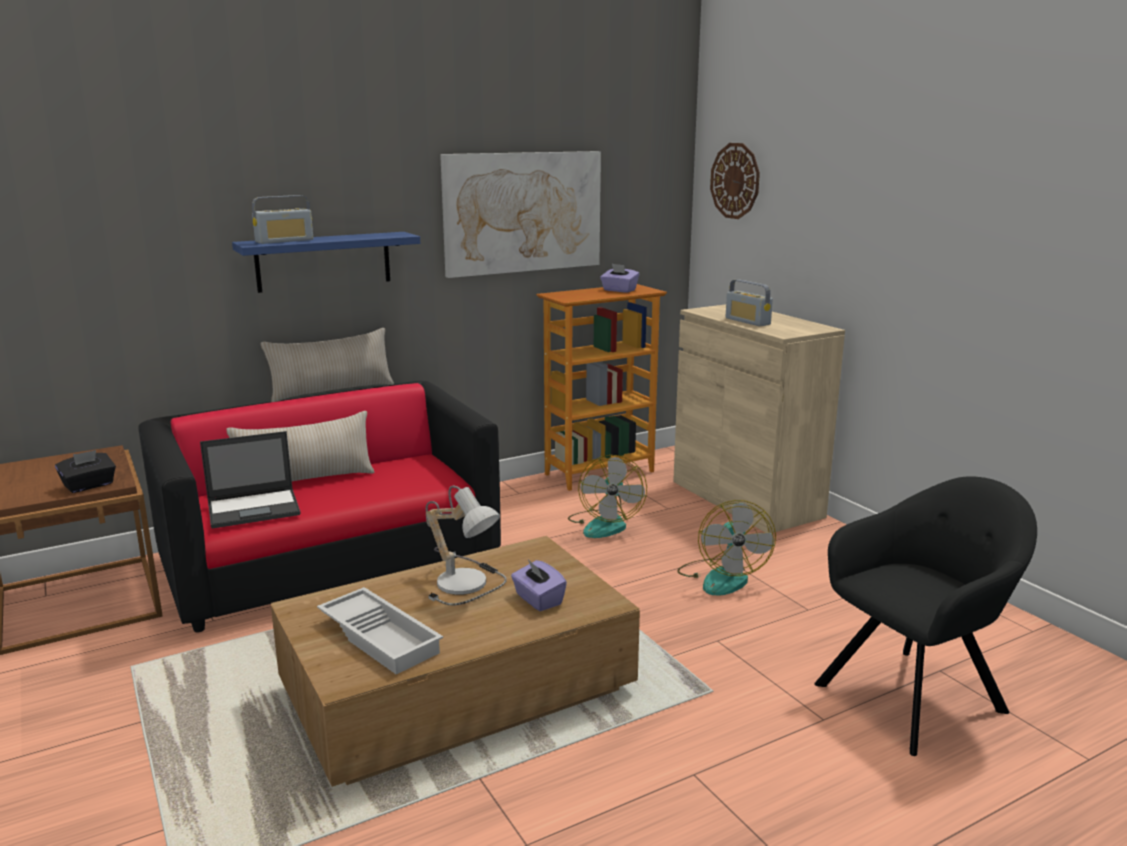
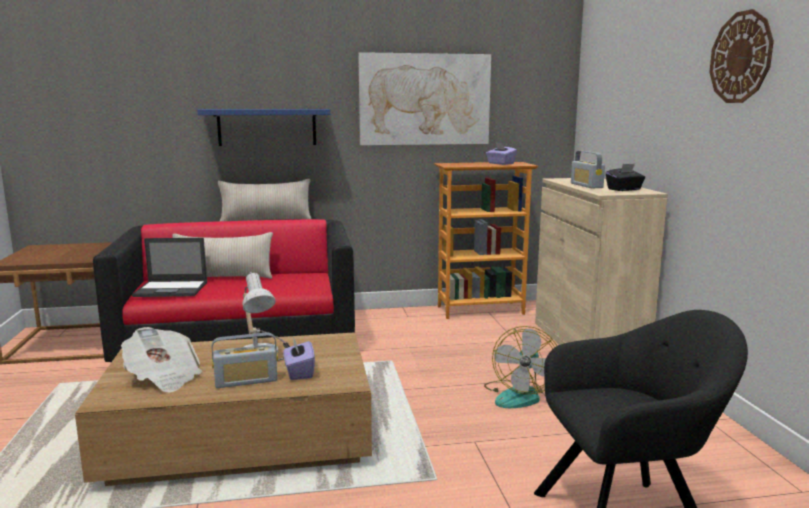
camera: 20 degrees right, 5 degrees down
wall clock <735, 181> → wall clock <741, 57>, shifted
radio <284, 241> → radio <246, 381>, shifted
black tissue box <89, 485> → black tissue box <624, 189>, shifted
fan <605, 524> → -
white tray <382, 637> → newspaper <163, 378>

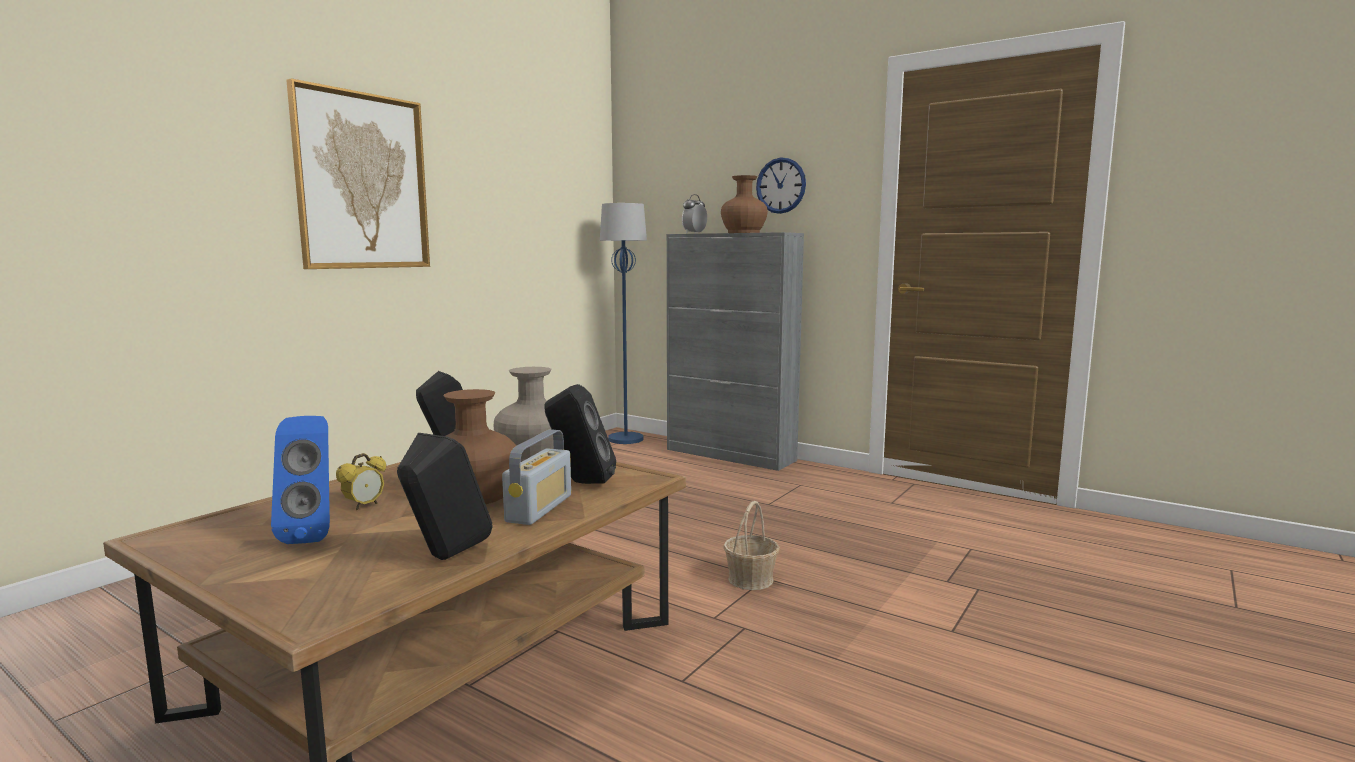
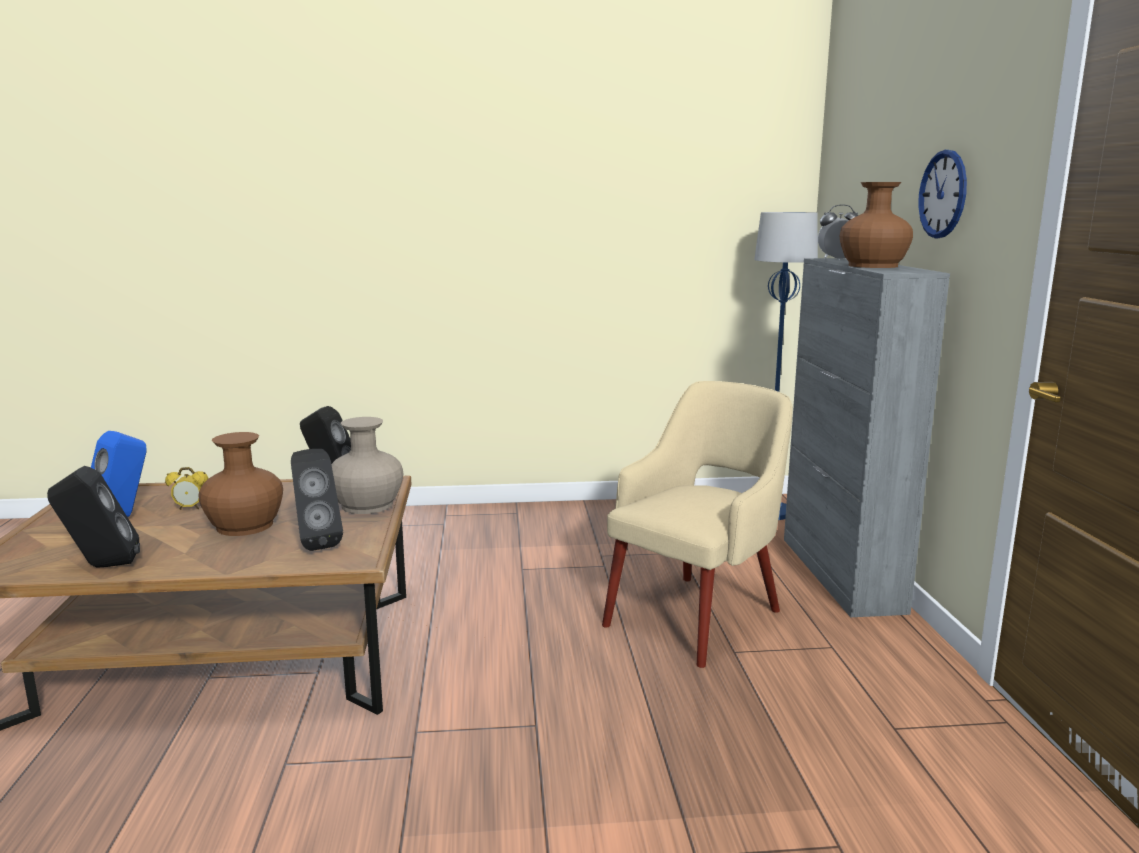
camera: 50 degrees right, 5 degrees up
picture <362, 182> → -
radio <539, 508> → -
basket <751, 579> → -
- → beige armchair <697, 616>

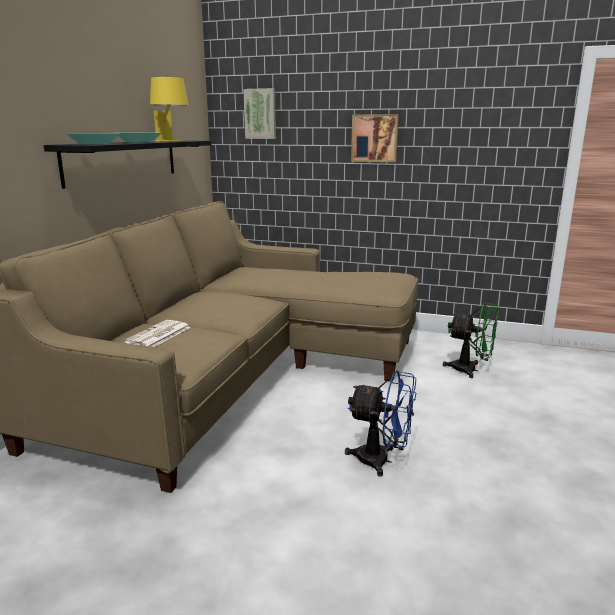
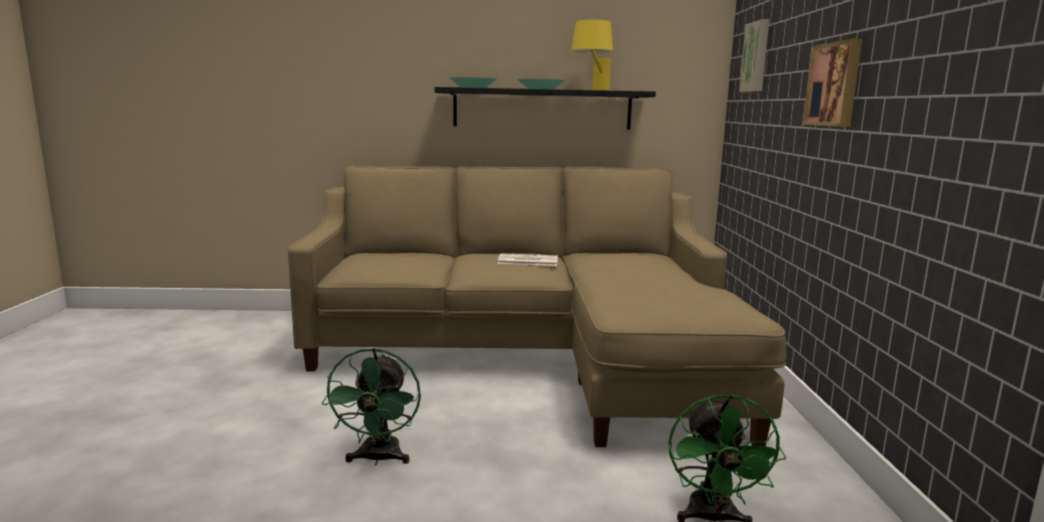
camera: 70 degrees right, 5 degrees down
newspaper <158, 335> → newspaper <527, 261>, shifted
blue fan <381, 460> → green fan <378, 459>

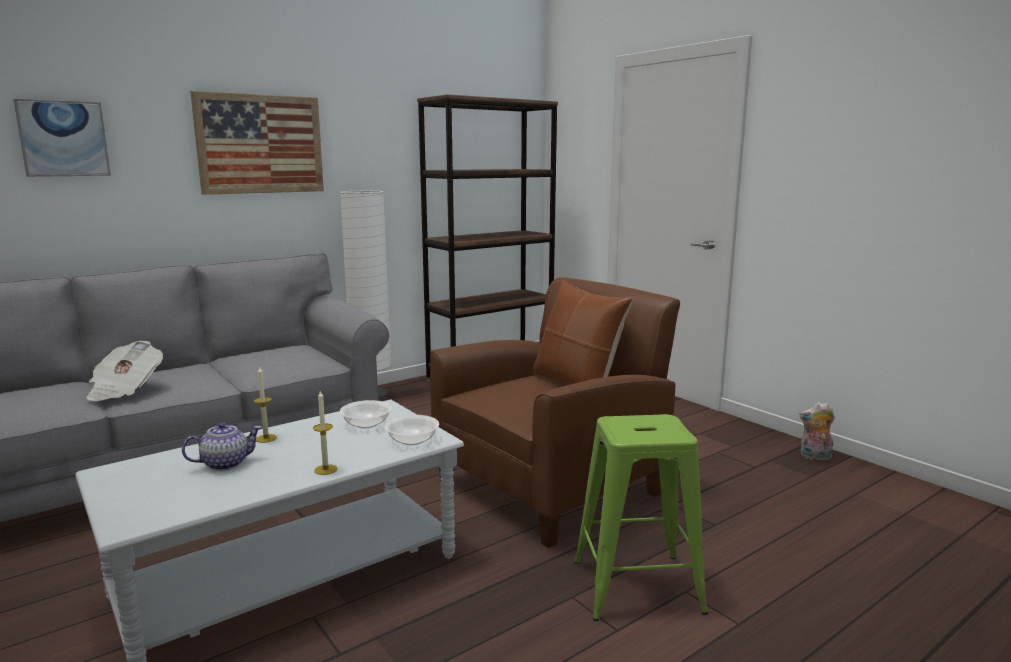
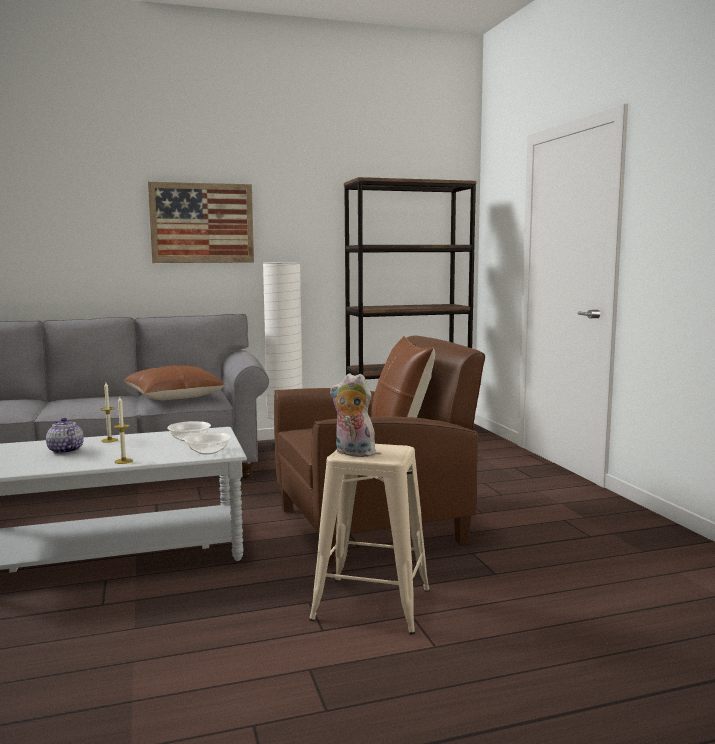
camera: 20 degrees right, 5 degrees down
picture <63, 139> → -
newspaper <125, 389> → -
plush toy <815, 457> → plush toy <352, 453>, shifted
green stool <635, 586> → beige stool <370, 604>
teapot <225, 463> → teapot <65, 451>, 120 degrees counterclockwise
- → brown pillow <174, 397>

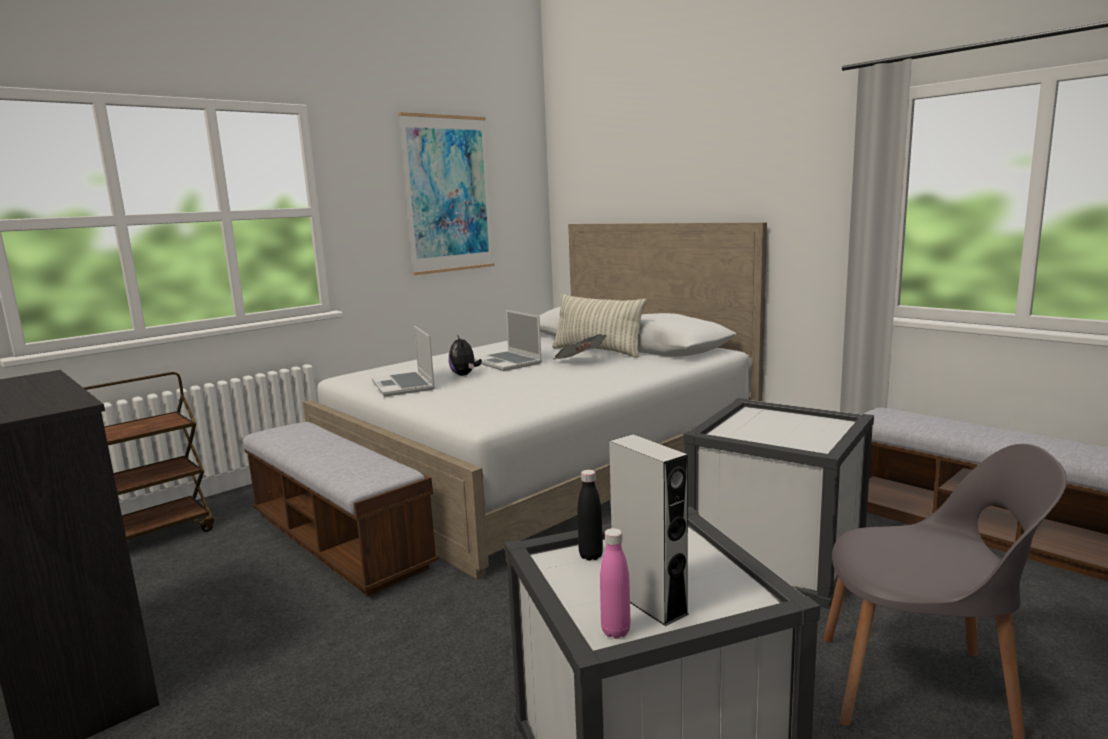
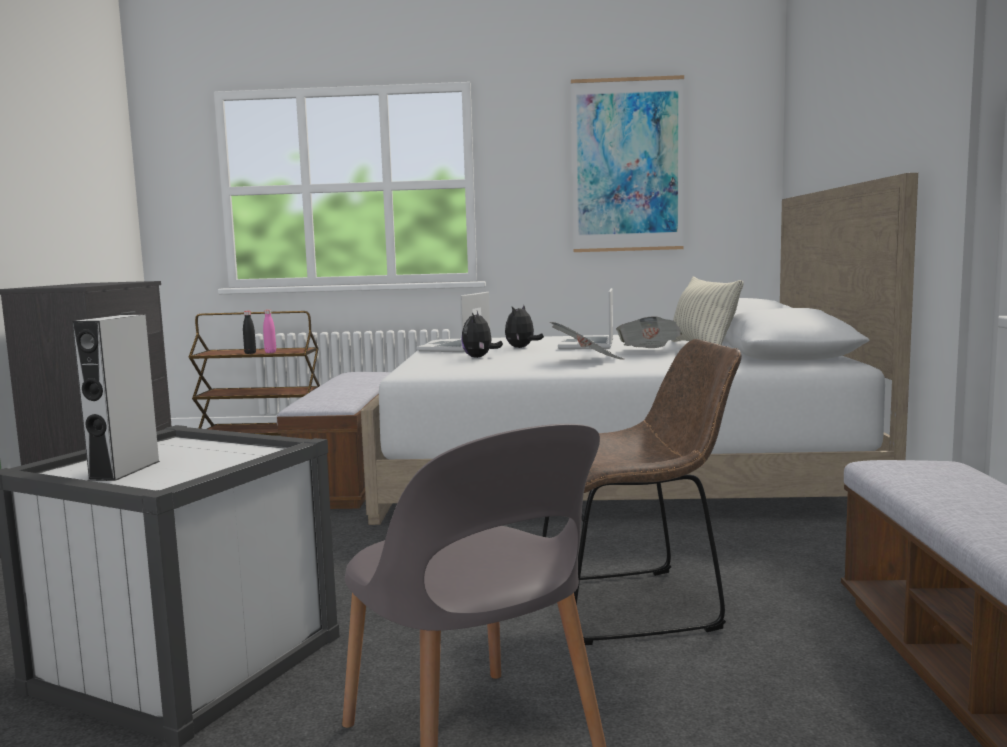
camera: 45 degrees right, 5 degrees down
white storage box <777, 555> → brown chair <636, 605>
black bottle <590, 555> → black bottle <250, 353>, shifted
pink bottle <615, 631> → pink bottle <270, 352>, shifted
- → plush toy <479, 357>
- → newspaper <587, 361>

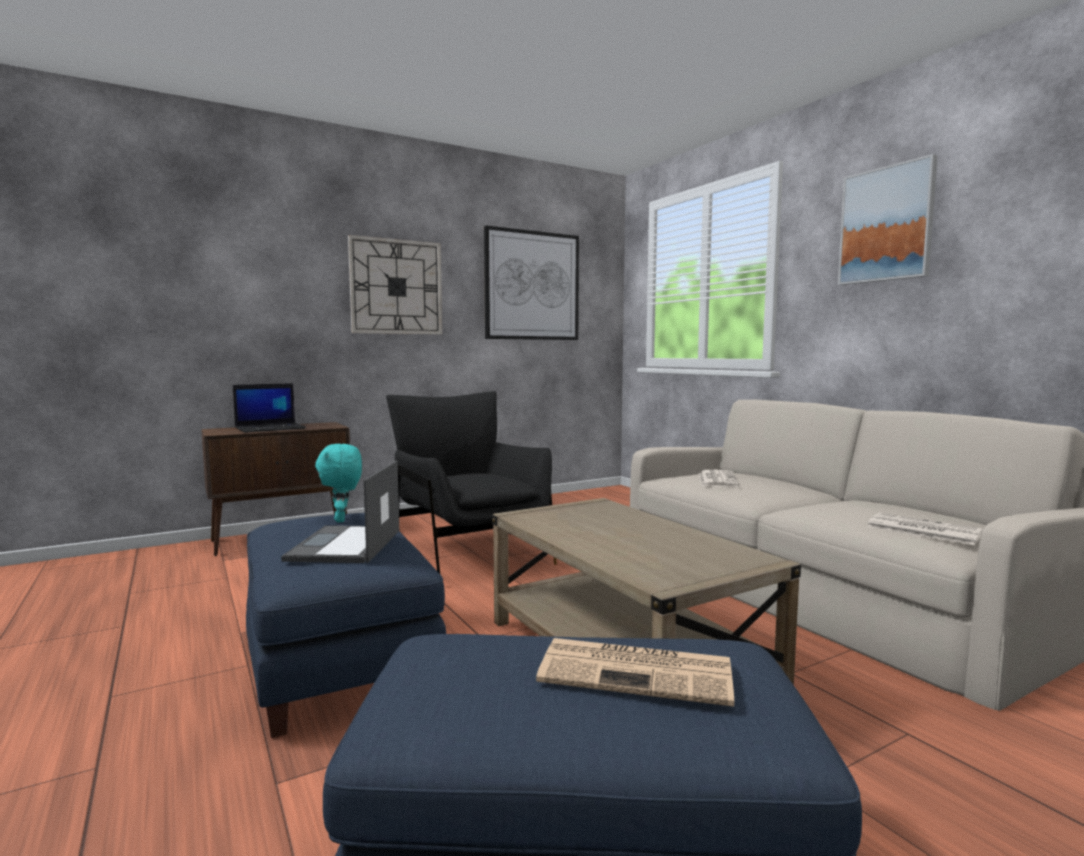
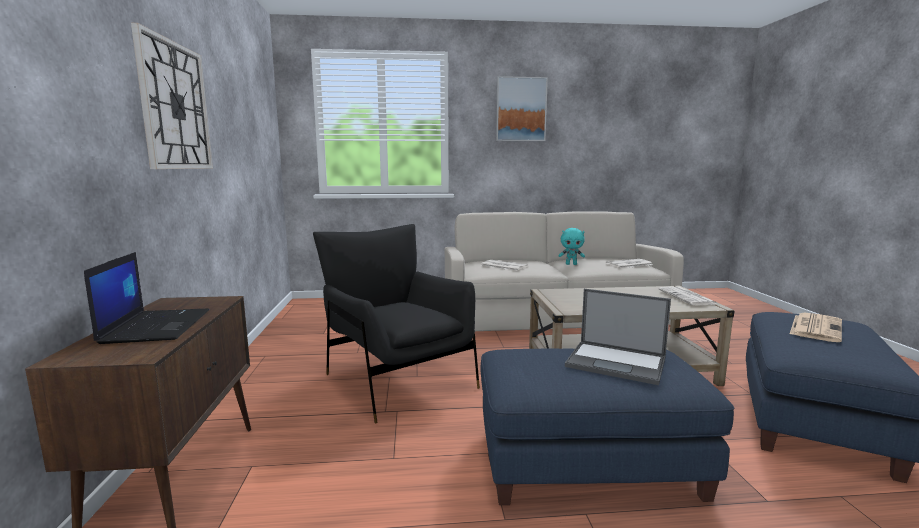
camera: 65 degrees left, 5 degrees up
picture <532, 286> → -
black armchair <470, 555> → black armchair <397, 379>, 60 degrees clockwise
turquoise plush toy <342, 519> → turquoise plush toy <571, 264>, shifted
- → newspaper <688, 297>

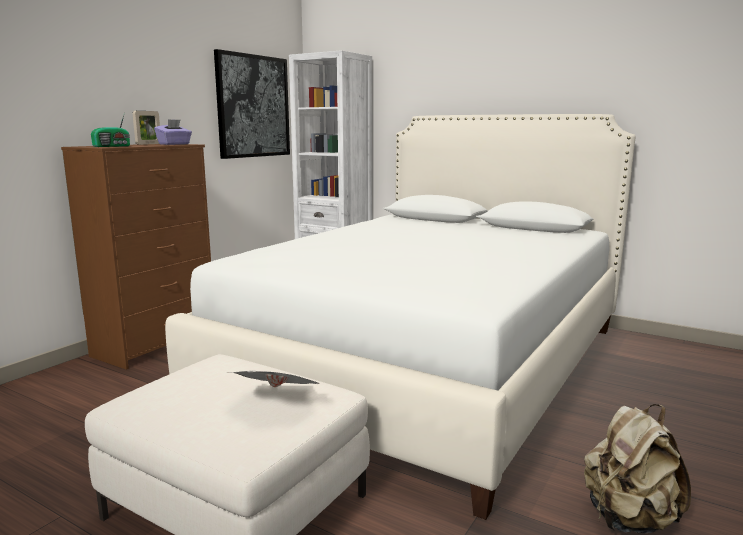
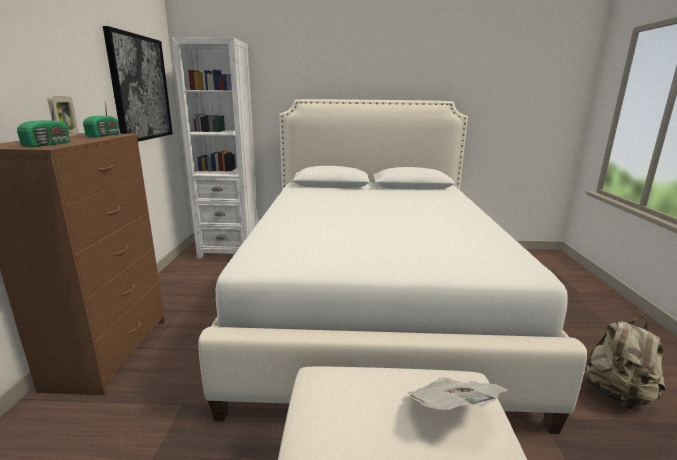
camera: 30 degrees left, 5 degrees up
purple tissue box <174, 144> → radio <105, 135>

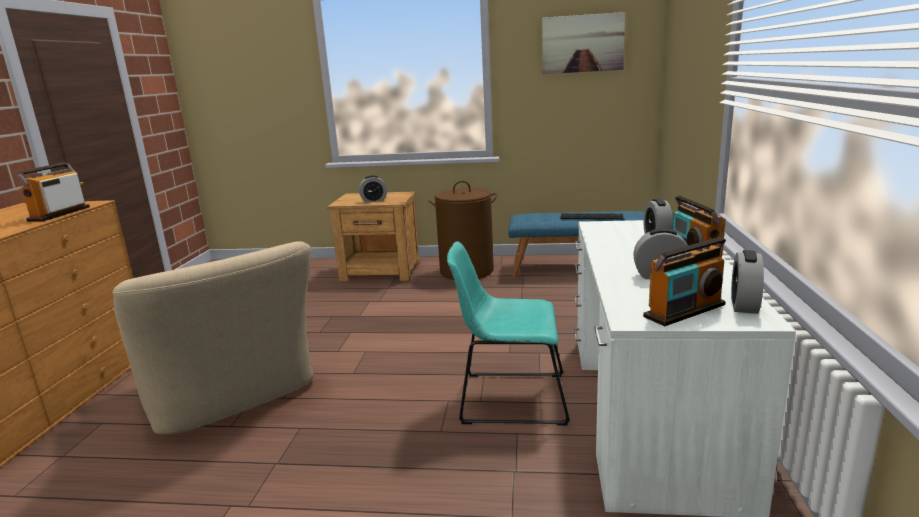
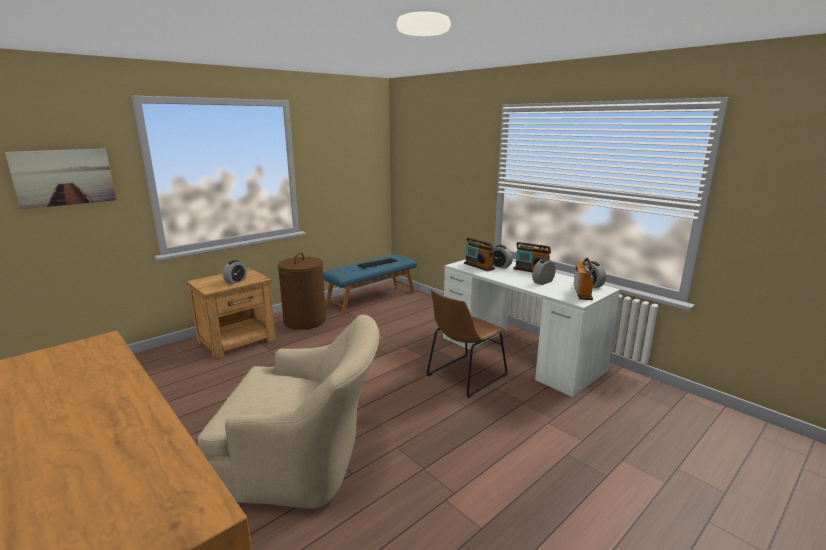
camera: 50 degrees left, 0 degrees up
picture <582, 43> → picture <64, 177>, shifted
radio <59, 214> → radio <478, 266>, shifted
turquoise chair <508, 398> → brown chair <464, 376>

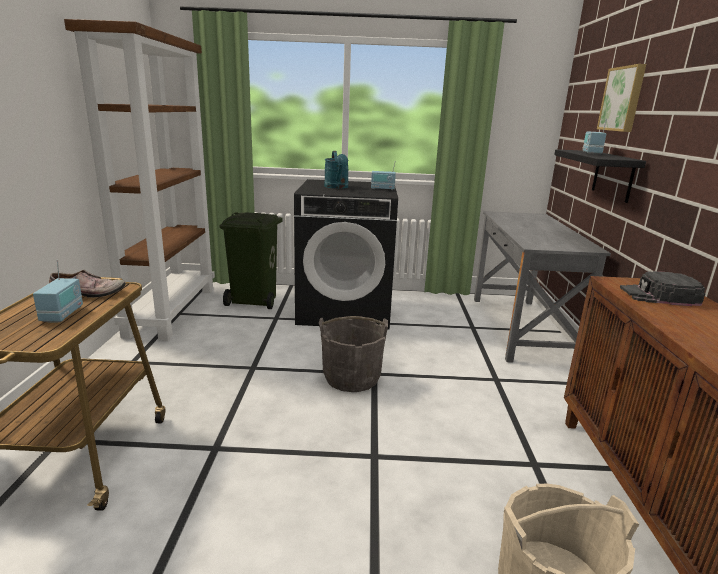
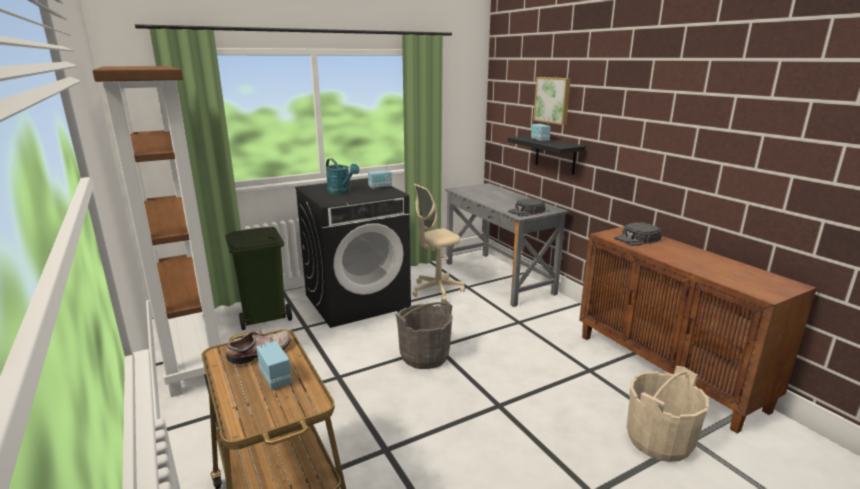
camera: 30 degrees left, 0 degrees up
- → beige office chair <437, 290>
- → black cap <526, 211>

